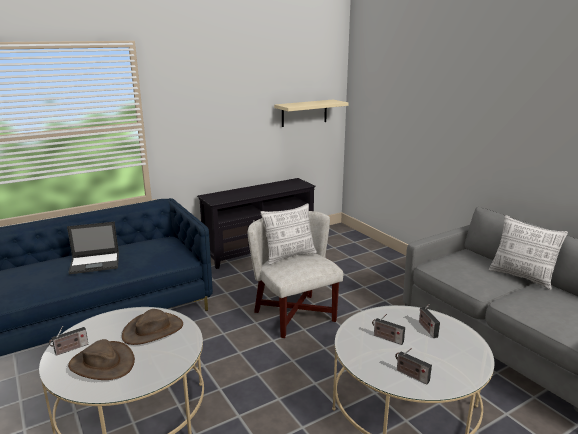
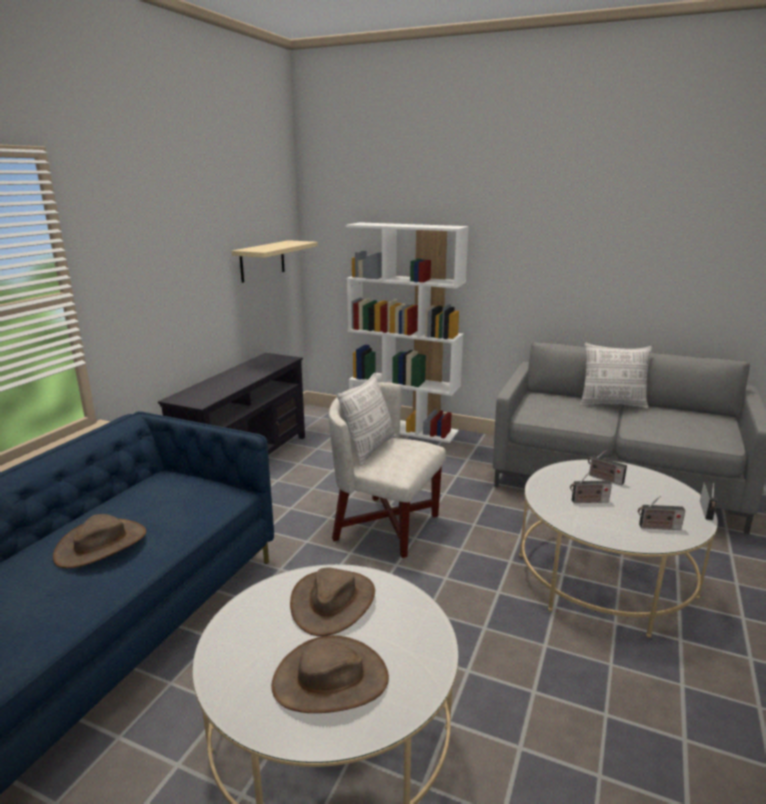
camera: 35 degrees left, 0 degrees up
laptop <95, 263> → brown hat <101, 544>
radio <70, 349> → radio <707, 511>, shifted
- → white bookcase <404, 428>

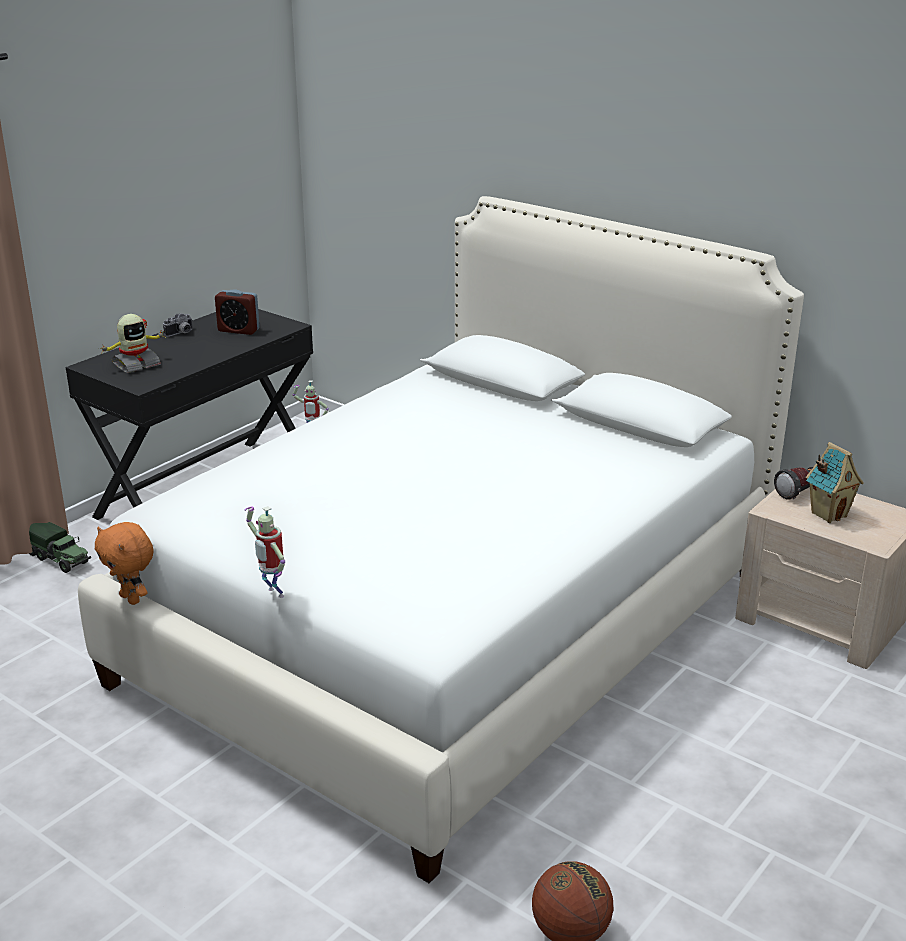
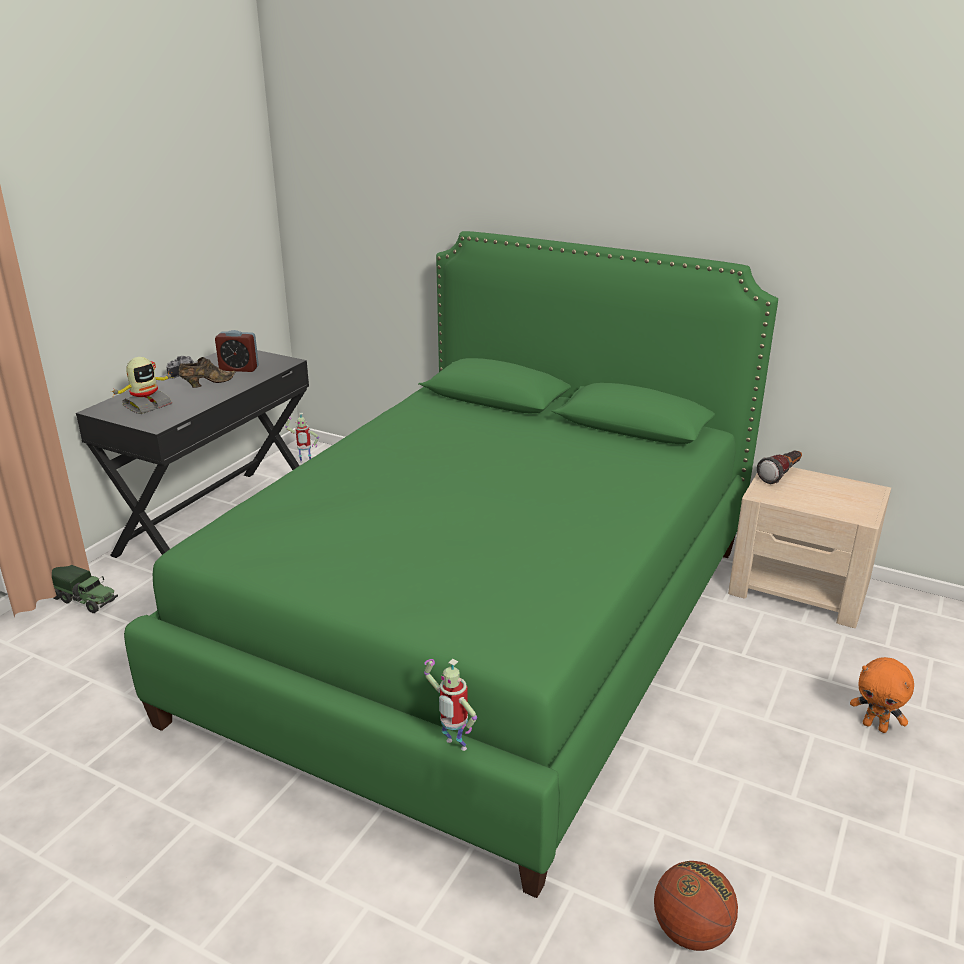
camera: 10 degrees left, 0 degrees up
white bed <454, 625> → green bed <483, 626>
toy house <828, 514> → -
toy robot <272, 594> → toy robot <453, 746>, shifted
orange plush toy <131, 599> → orange plush toy <875, 726>, shifted
- → brown shoe <206, 384>

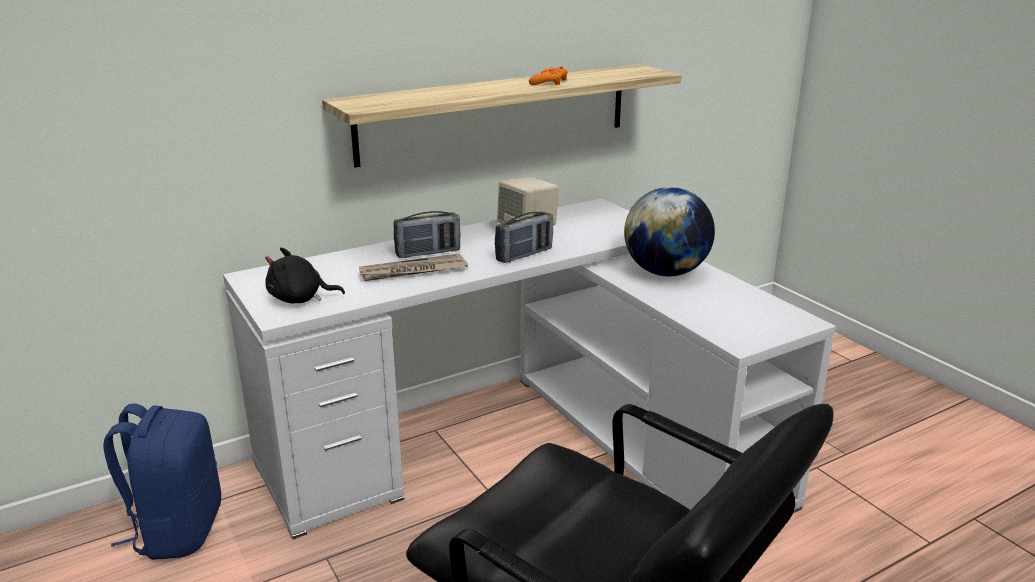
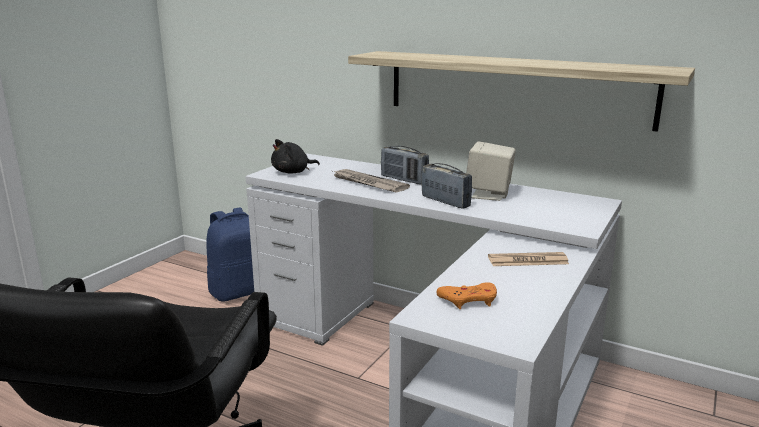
camera: 60 degrees right, 5 degrees down
orange game controller <549, 82> → orange game controller <469, 300>, shifted
globe <665, 272> → newspaper <527, 260>
radio <524, 255> → radio <445, 202>, 150 degrees counterclockwise
black plush toy <300, 299> → black plush toy <293, 172>, 90 degrees counterclockwise

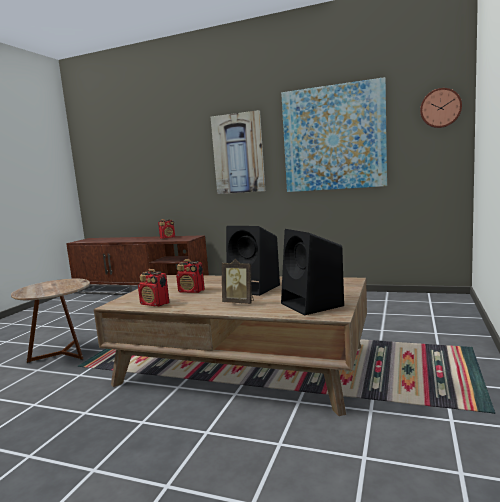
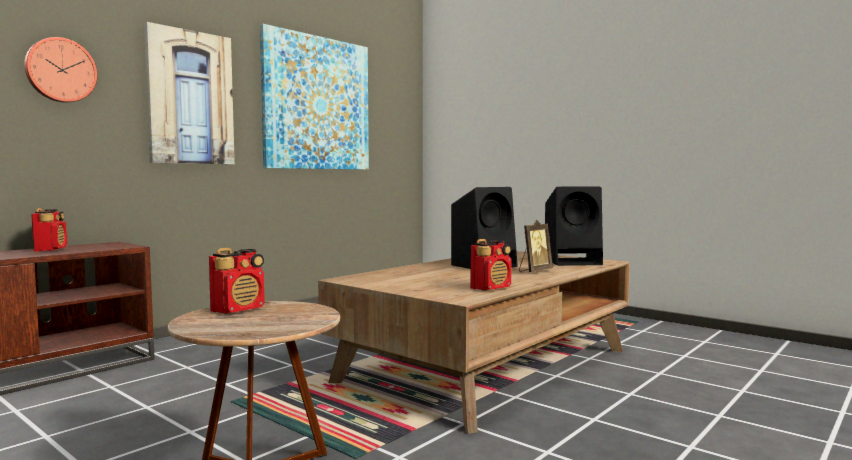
camera: 70 degrees left, 5 degrees down
wall clock <440, 108> → wall clock <60, 70>, shifted
radio <191, 291> → radio <239, 309>, shifted

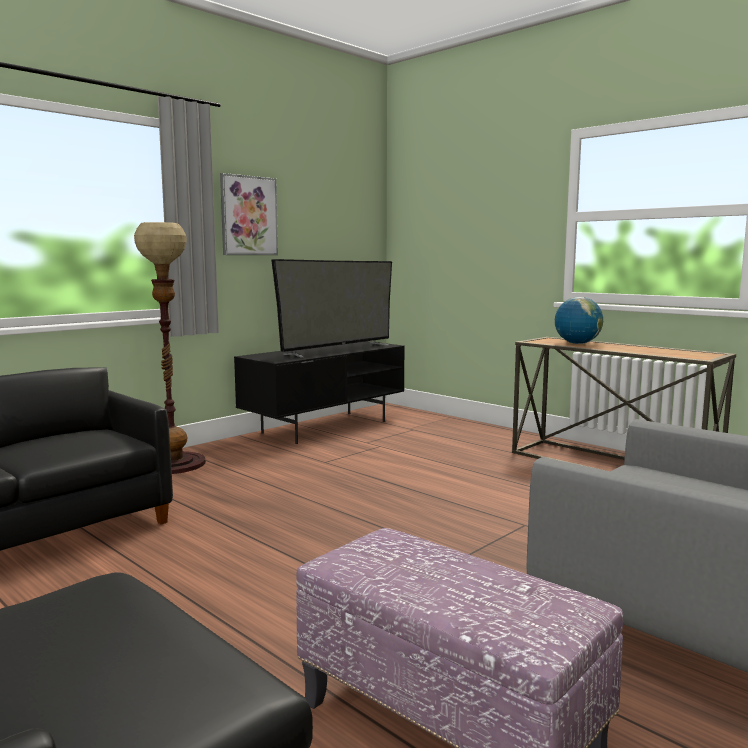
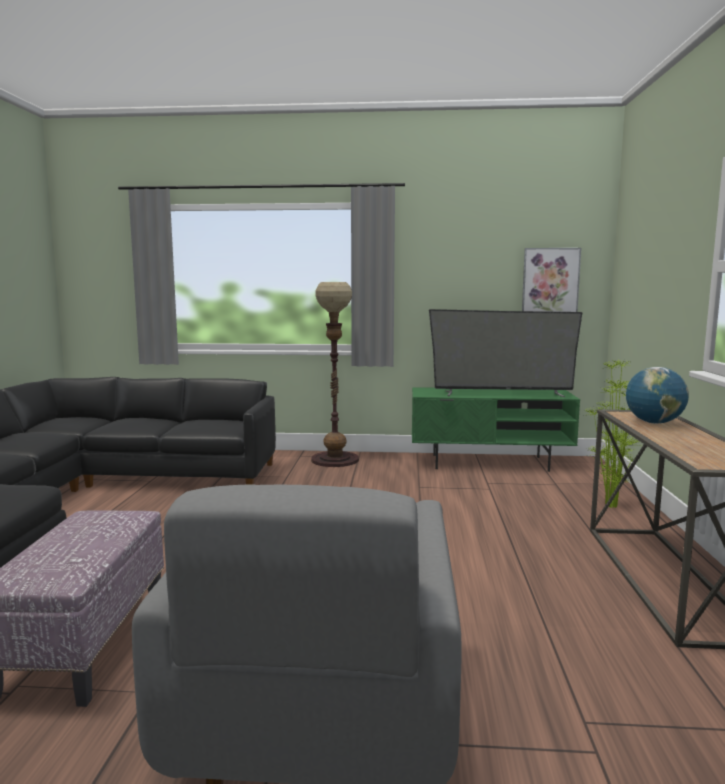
camera: 50 degrees right, 0 degrees up
picture <248, 216> → picture <550, 281>, shifted
black tv stand <325, 427> → green tv stand <489, 462>
- → potted plant <610, 506>

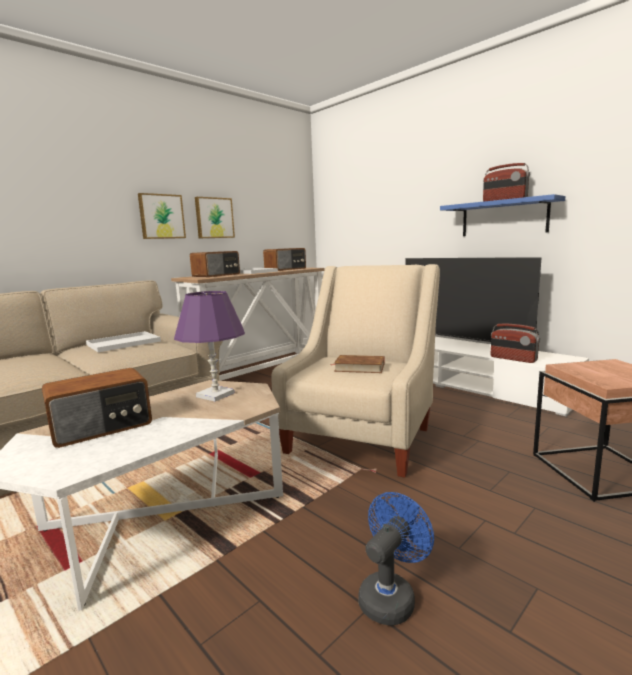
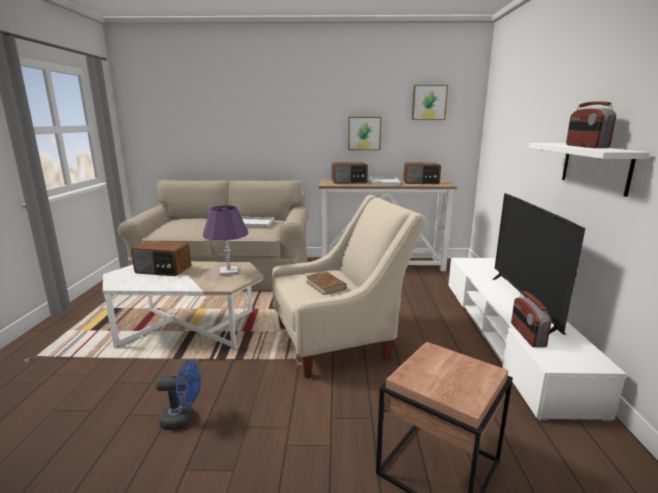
camera: 45 degrees right, 5 degrees up
picture <161, 216> → picture <429, 102>, shifted
blue shelf <503, 218> → white shelf <595, 167>

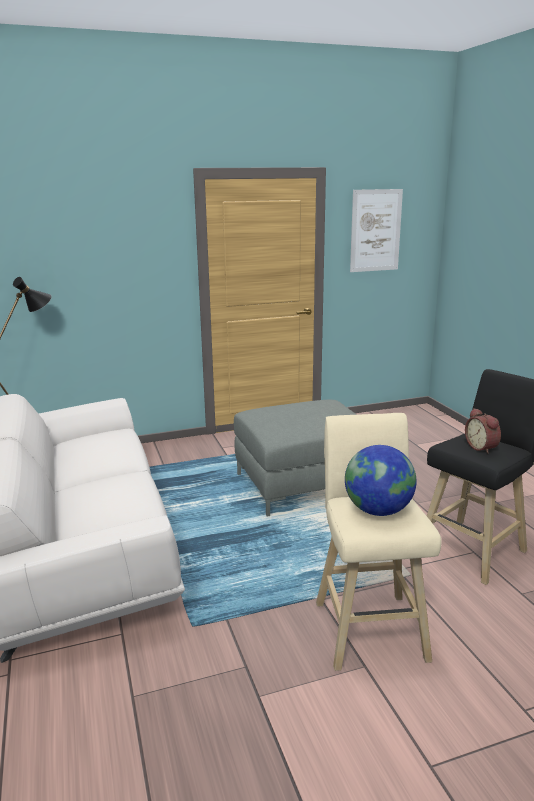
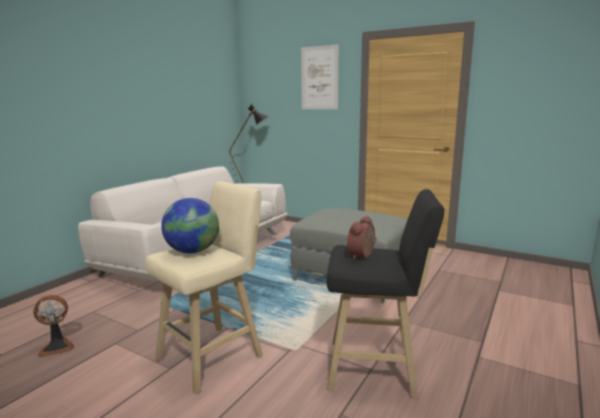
camera: 50 degrees right, 5 degrees down
picture <375, 230> → picture <319, 78>, shifted
- → fan <57, 347>

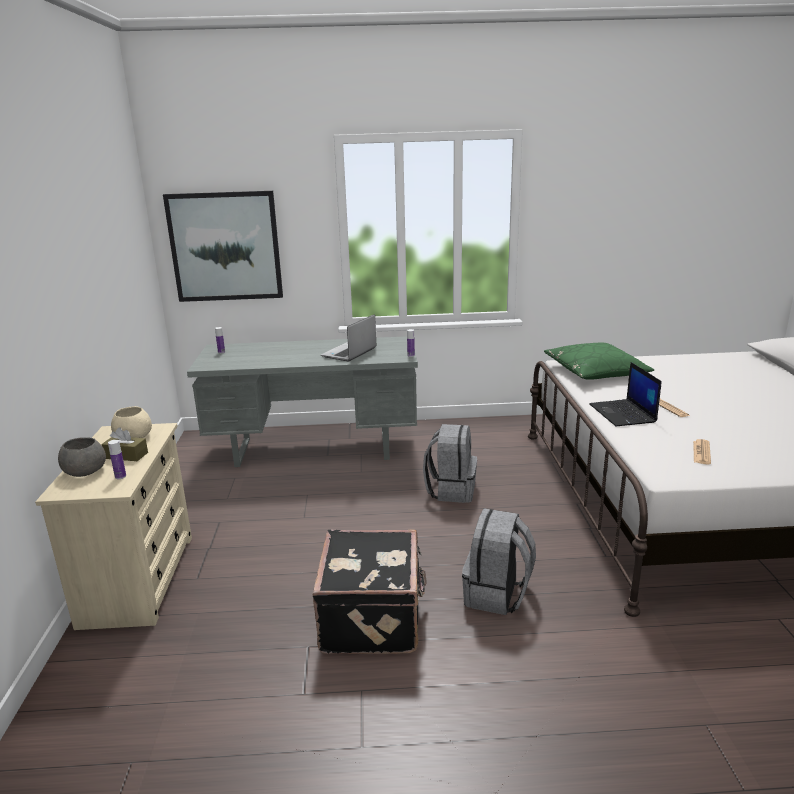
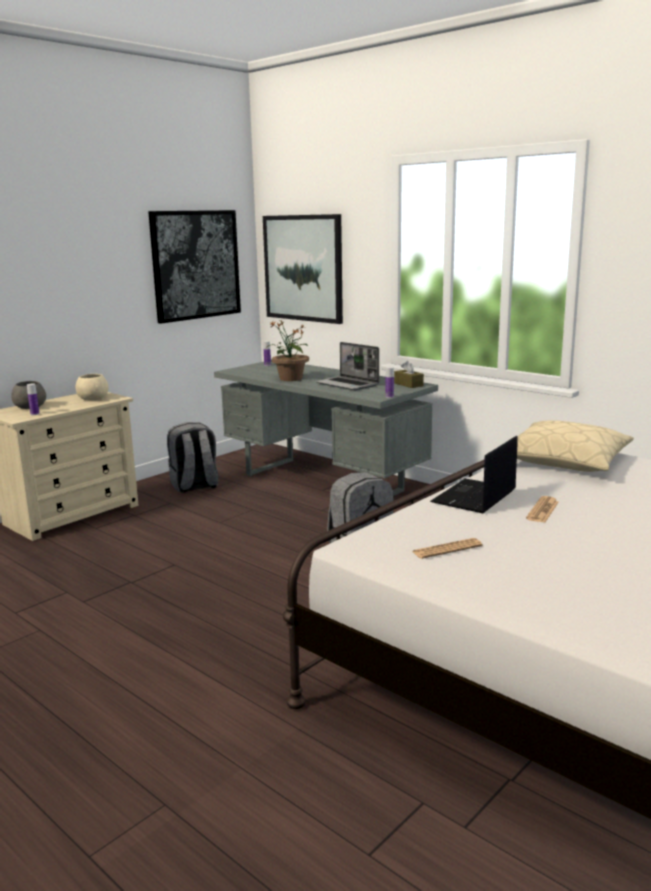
camera: 45 degrees right, 5 degrees down
laptop <349, 353> → laptop <348, 384>, 120 degrees counterclockwise
green pillow <595, 371> → beige pillow <565, 460>
brown tissue box <126, 455> → brown tissue box <408, 384>, shifted
grey backpack <497, 595> → grey backpack <194, 486>, shifted
black suitcase <373, 618> → -
- → picture <196, 265>
- → potted plant <290, 379>

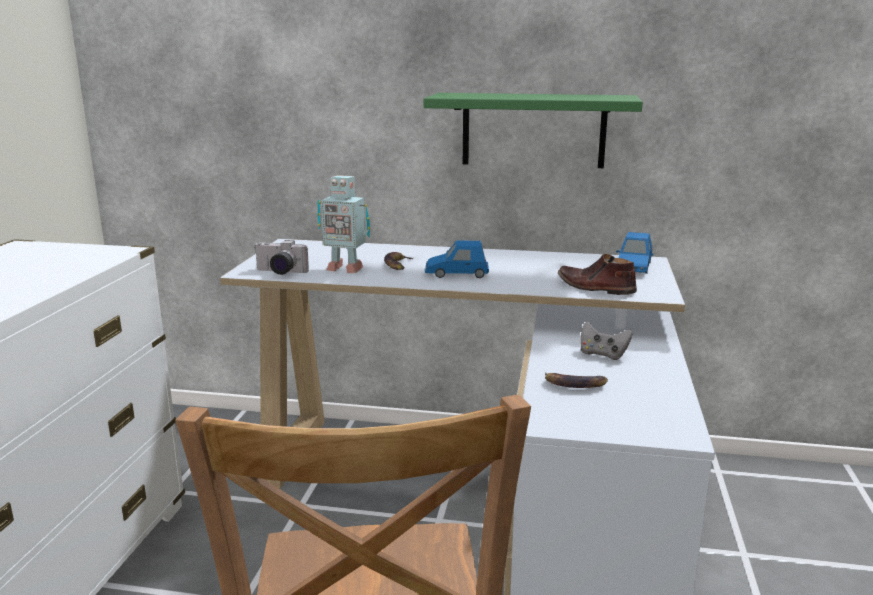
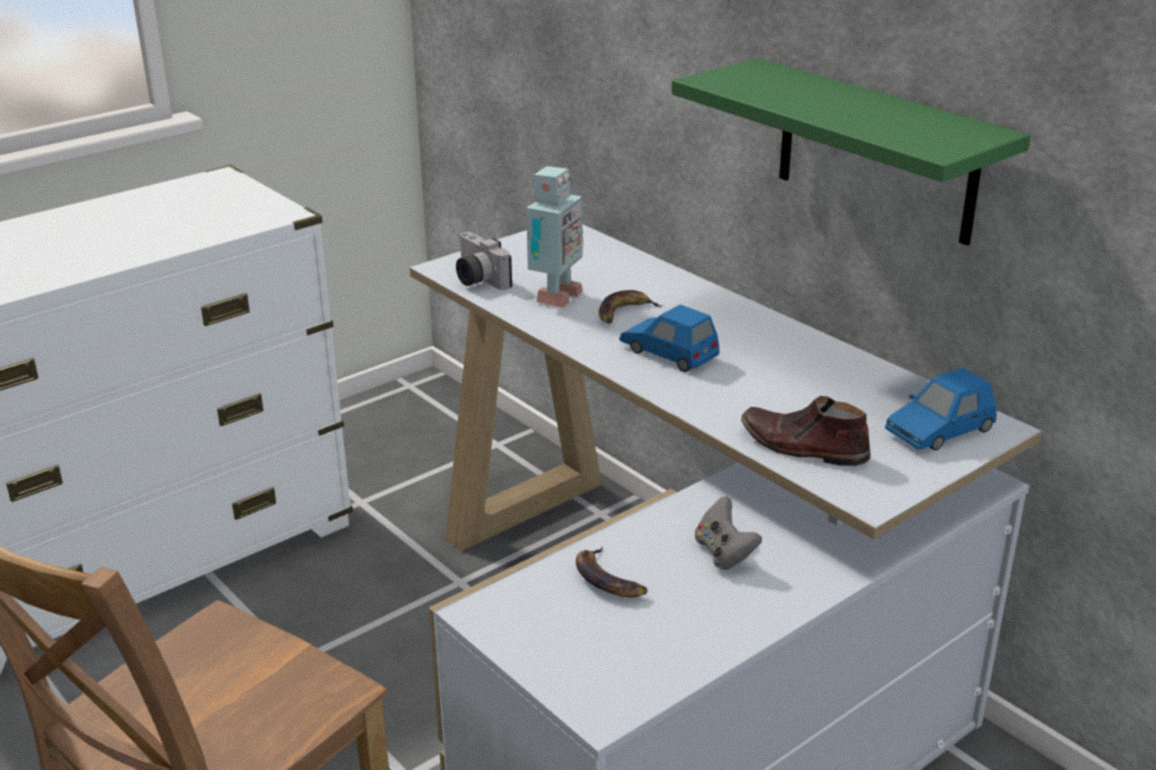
camera: 40 degrees right, 10 degrees up
toy robot <345, 268> → toy robot <554, 297>, 120 degrees counterclockwise
brown shoe <595, 287> → brown shoe <802, 447>, 45 degrees counterclockwise

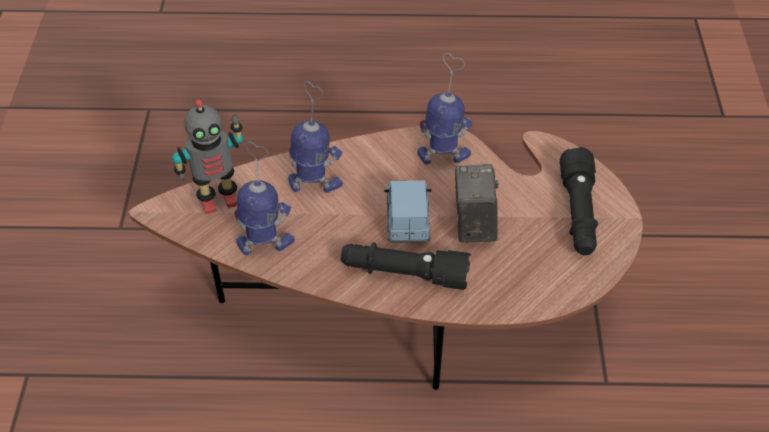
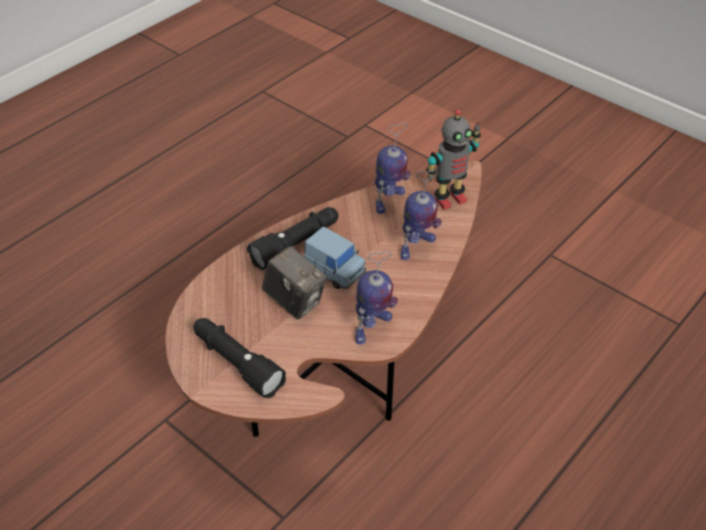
camera: 130 degrees right, 5 degrees down
toy robot <218, 199> → toy robot <449, 199>, 135 degrees counterclockwise

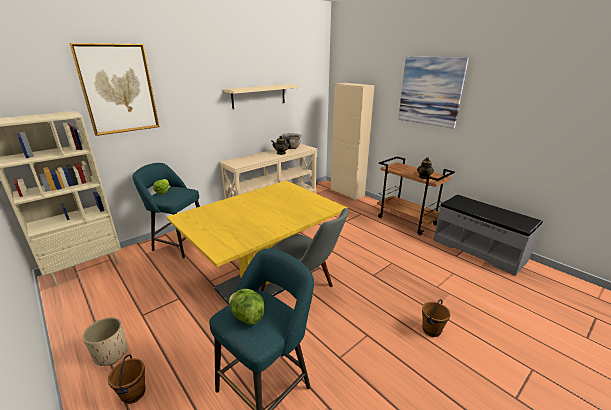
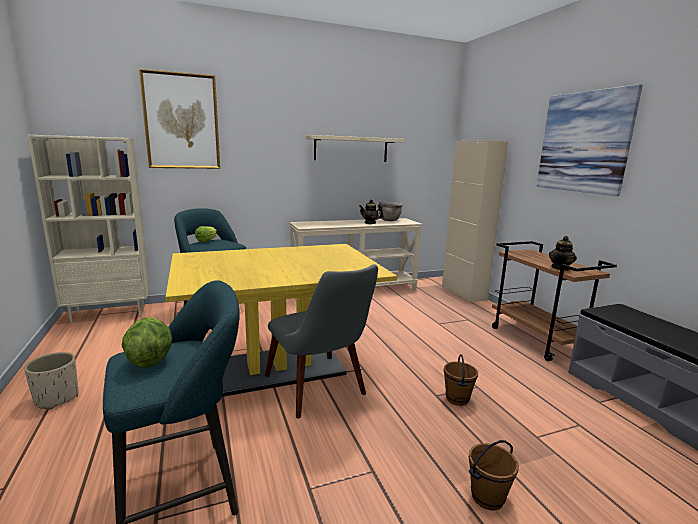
camera: 20 degrees right, 10 degrees down
brown bucket <134, 393> → brown bucket <457, 399>, shifted

